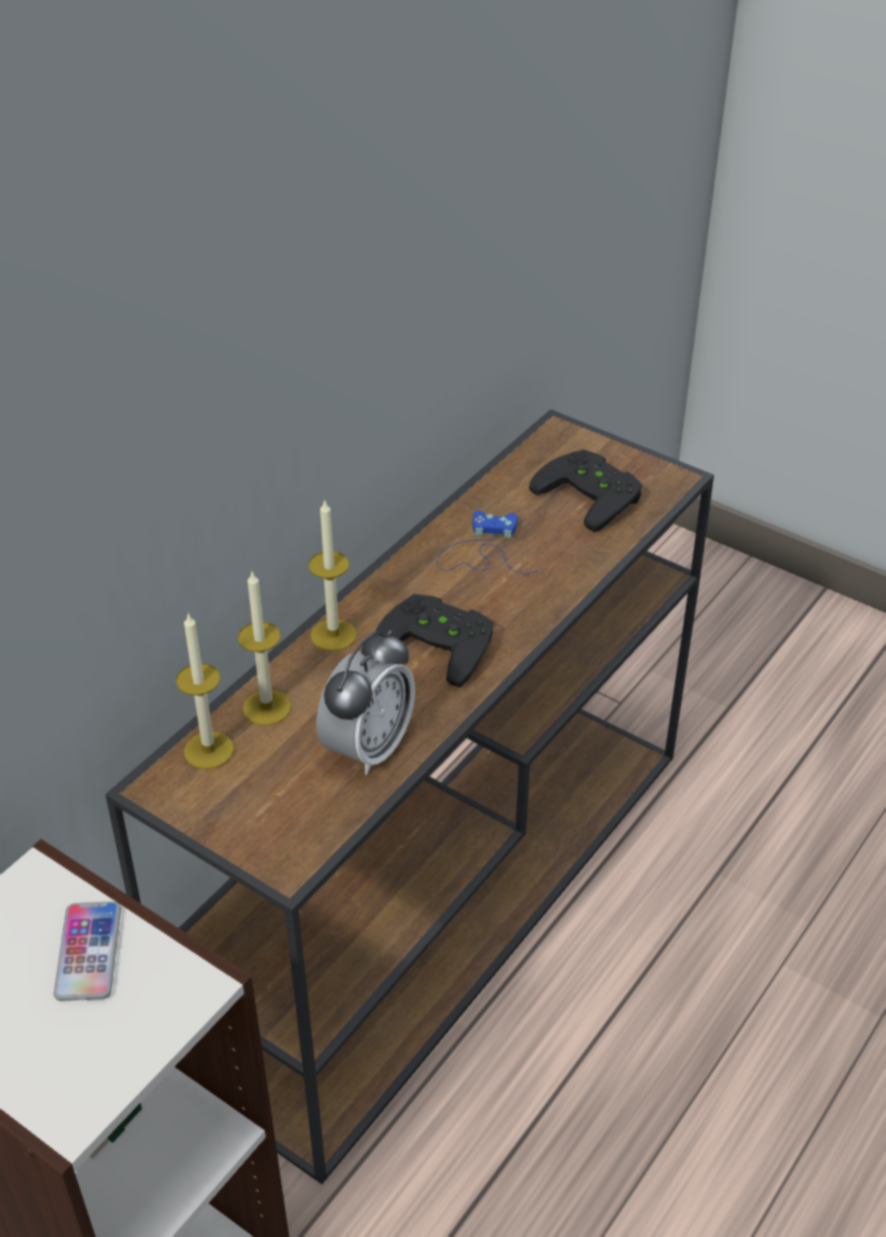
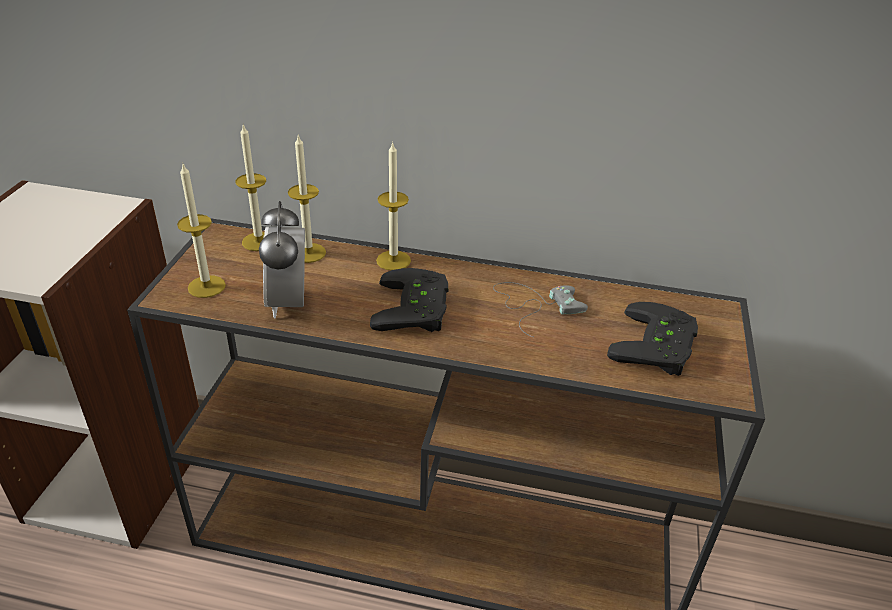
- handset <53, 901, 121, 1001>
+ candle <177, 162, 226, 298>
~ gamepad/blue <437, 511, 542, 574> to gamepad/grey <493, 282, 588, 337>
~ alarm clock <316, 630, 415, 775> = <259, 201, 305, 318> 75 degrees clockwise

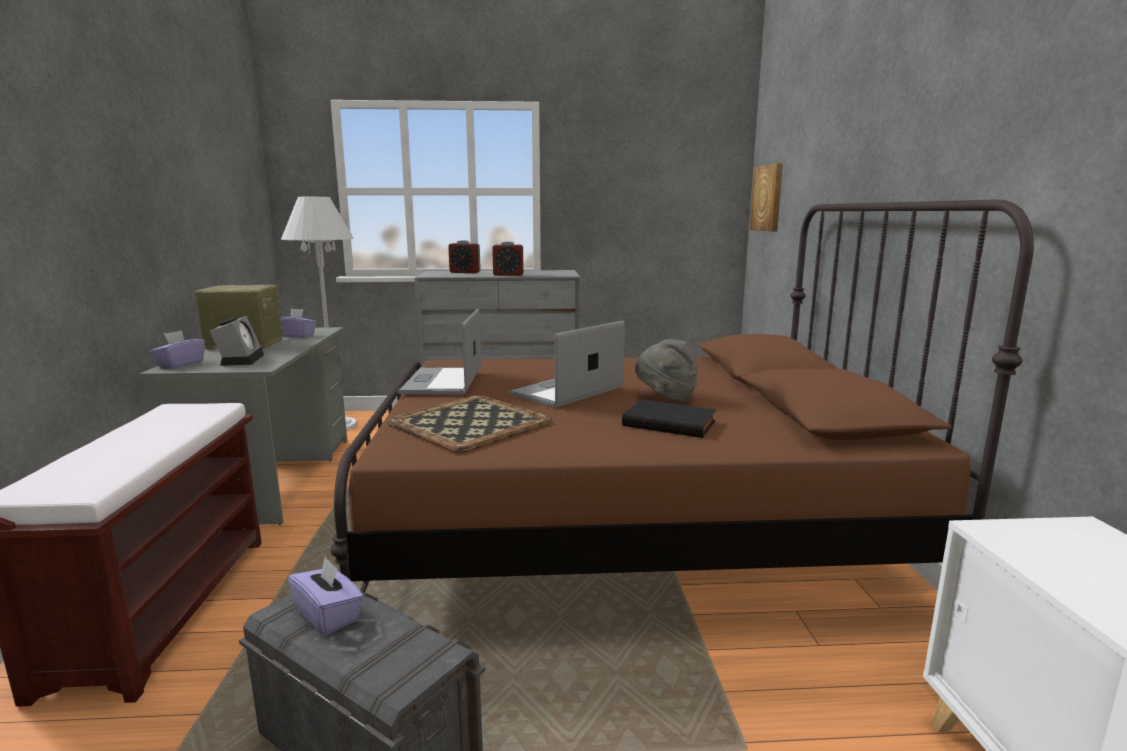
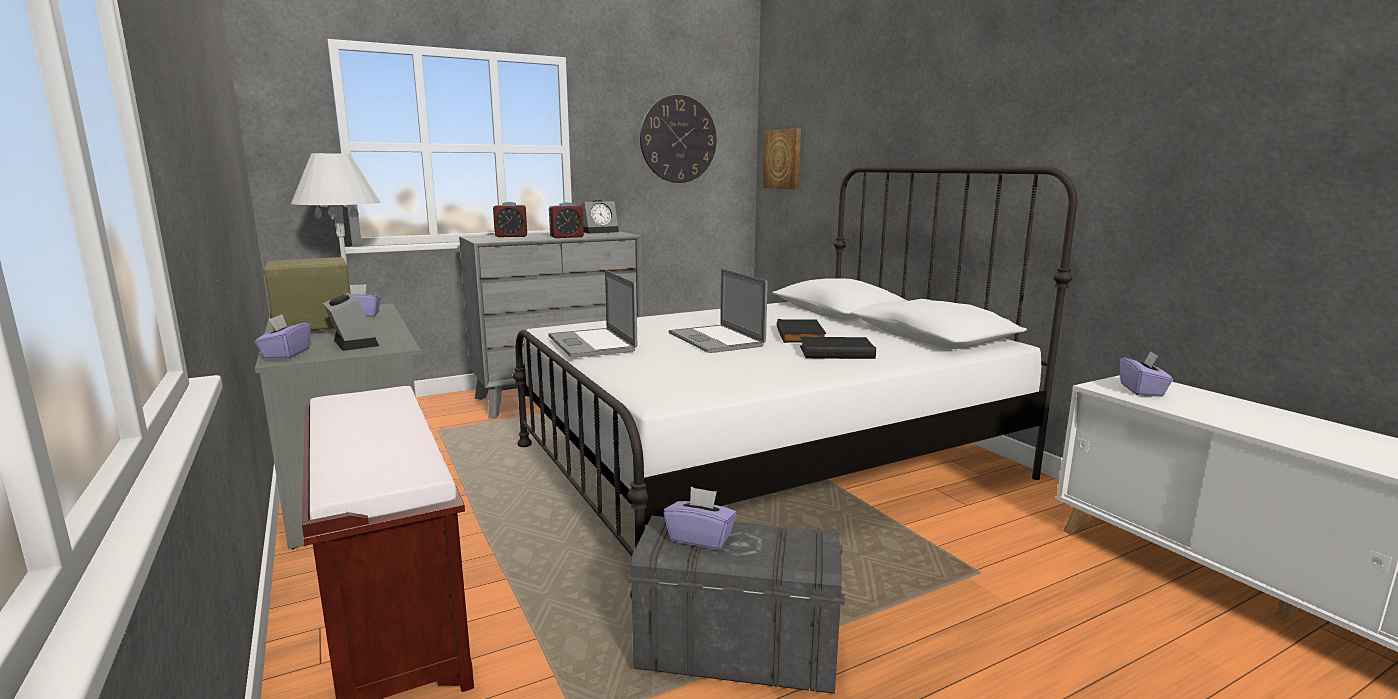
- carrying tray <388, 395, 552, 453>
+ alarm clock <580, 200, 619, 234>
+ wall clock <640, 95, 716, 183>
+ tissue box/purplish <1120, 351, 1173, 397>
~ wearable hat/grey <635, 339, 697, 402> to book/black <777, 319, 826, 343>
~ bedroom bed/brown-coloured <330, 199, 1034, 593> to bedroom bed/white <513, 166, 1077, 599>
~ notebook computer <508, 321, 625, 408> = <669, 268, 768, 353> 45 degrees counterclockwise

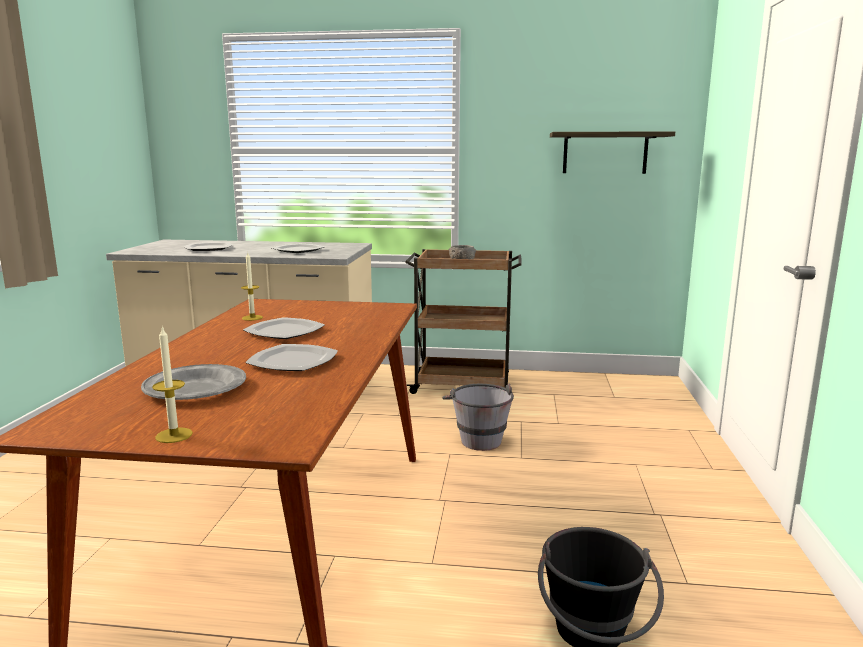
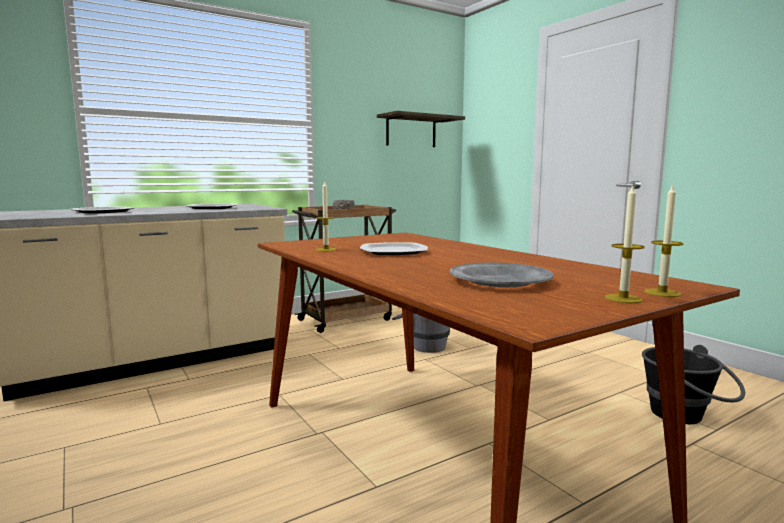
- flat dish <245, 344, 338, 371>
+ candle <644, 184, 684, 297>

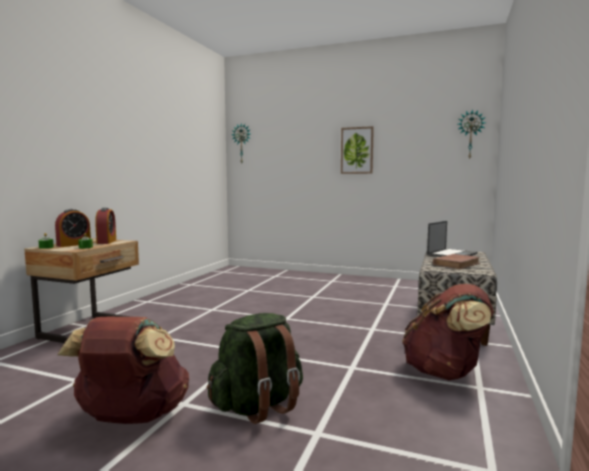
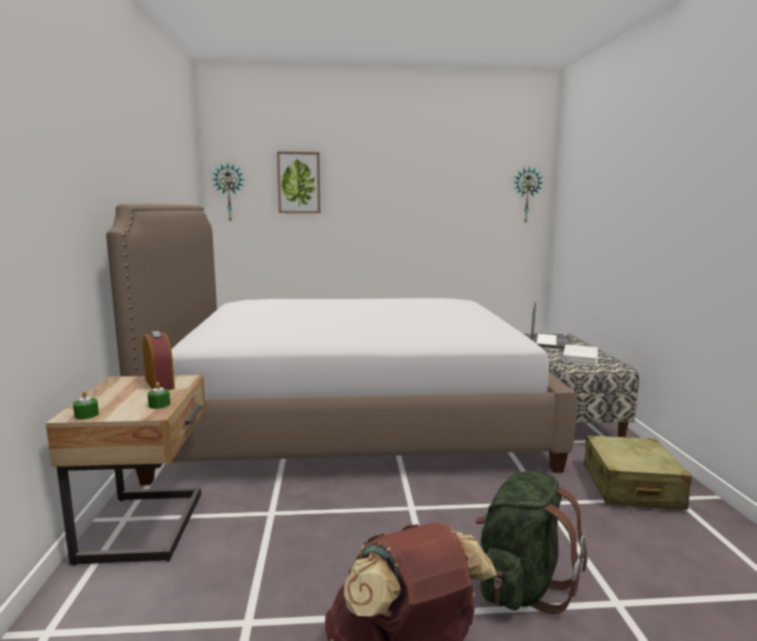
- alarm clock <55, 209, 91, 247>
+ bedroom bed <106, 204, 577, 485>
~ wall art <341, 126, 374, 174> to <277, 151, 320, 213>
~ backpack/brown-coloured <402, 284, 494, 380> to piece of luggage/beige <584, 435, 692, 510>
~ book/brown-coloured <433, 254, 480, 269> to book/white <562, 344, 598, 366>

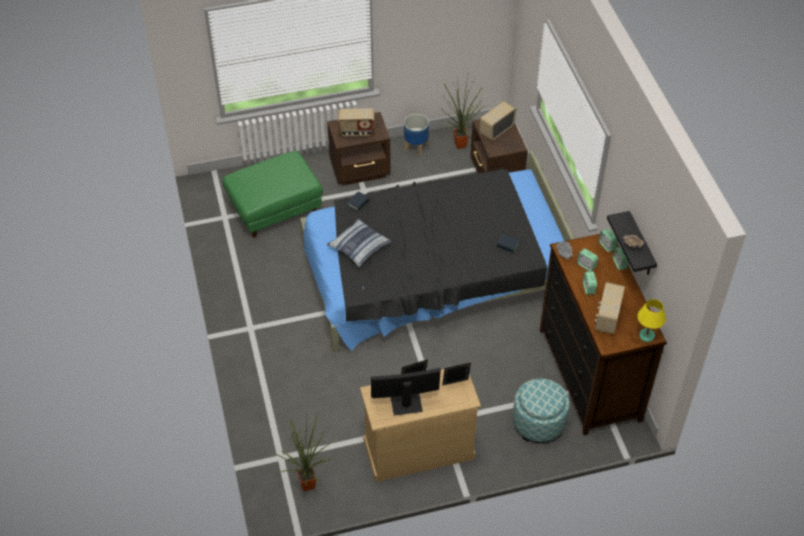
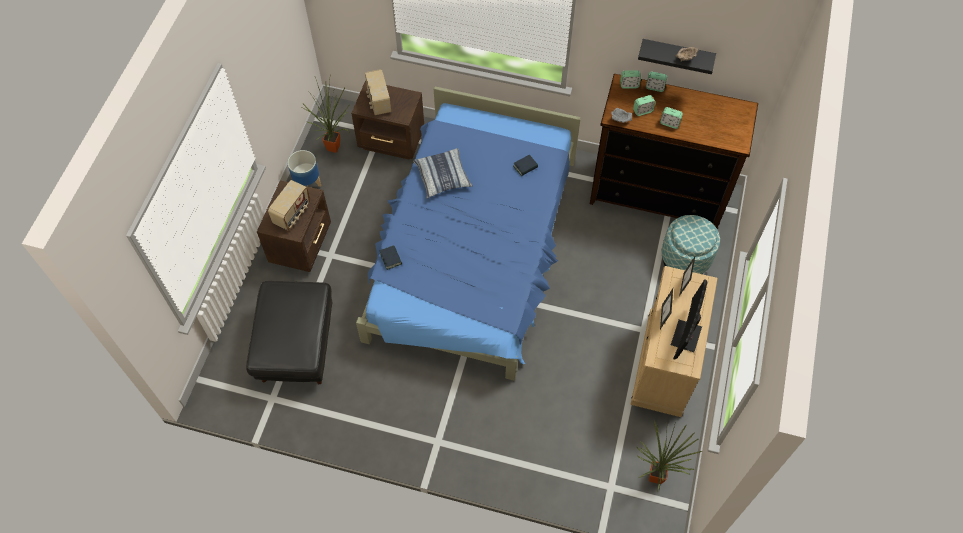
- radio receiver <594, 282, 625, 334>
- tabletop lamp/yellowish <637, 299, 666, 342>
~ pillow <326, 219, 391, 268> to <413, 148, 473, 199>
~ ottoman/green <222, 151, 323, 238> to ottoman/black <246, 281, 333, 384>
~ bedroom bed/black <300, 150, 575, 352> to bedroom bed/blue <356, 86, 581, 381>

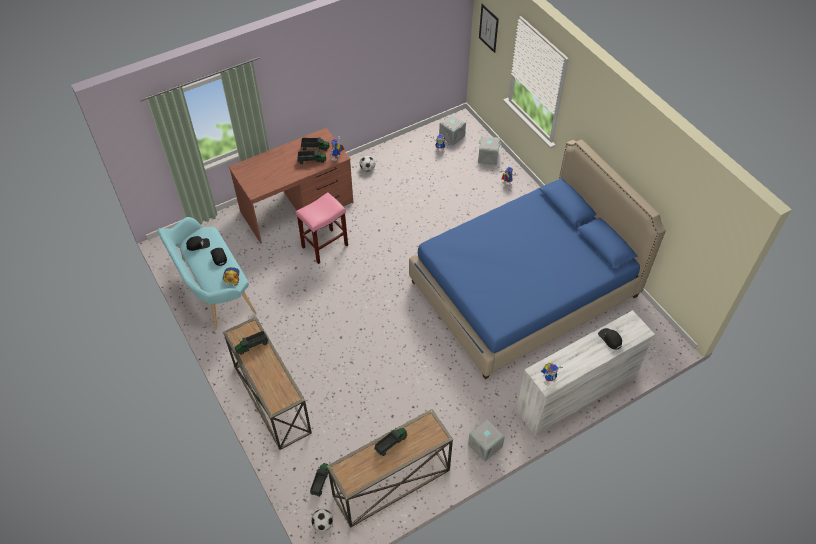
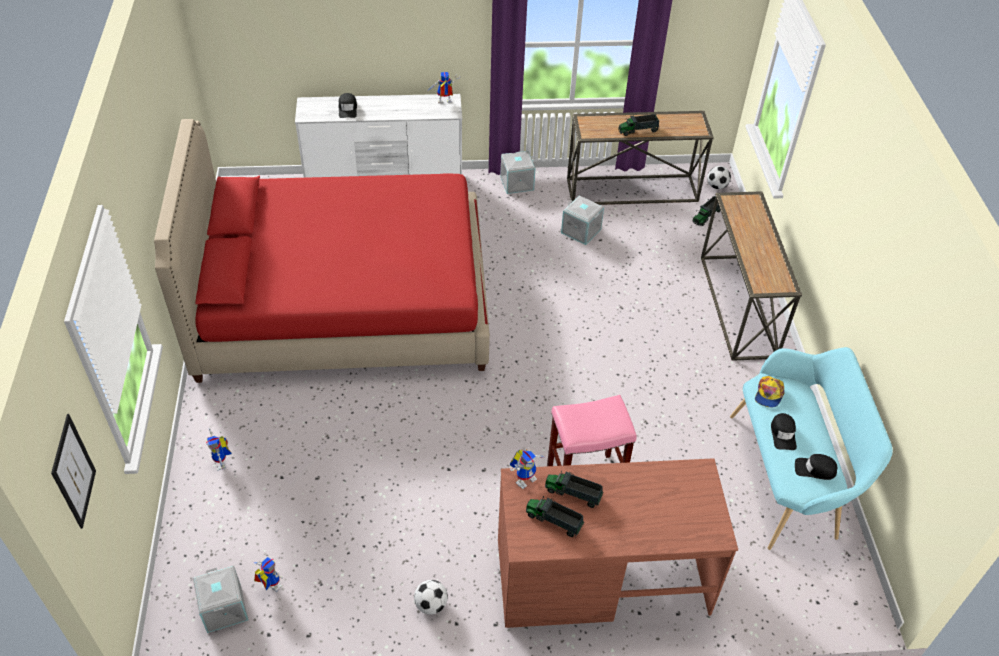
- model truck <235, 331, 269, 355>
~ storage box/grey <478, 136, 501, 165> to <561, 195, 604, 245>
~ bedroom bed/blue <409, 140, 666, 379> to bedroom bed/red <154, 119, 490, 383>

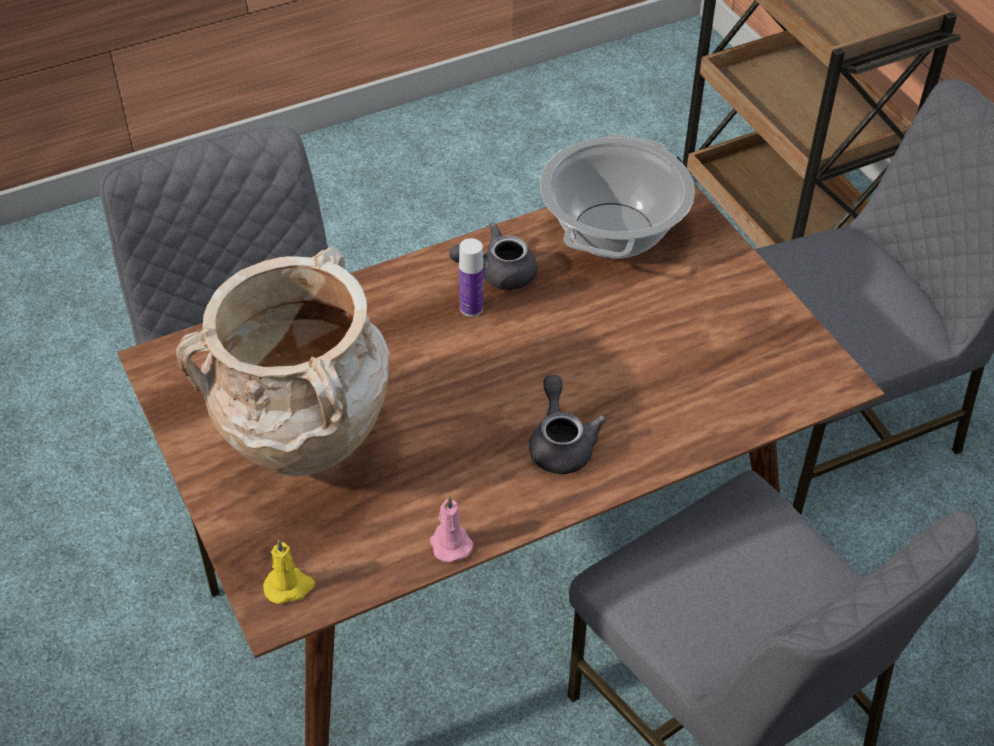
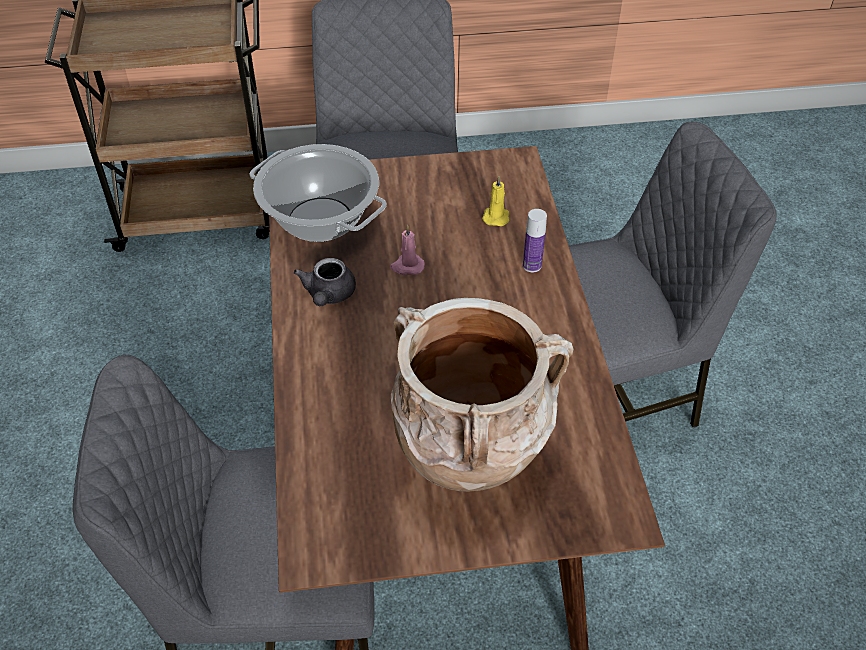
- teapot/grey <529, 375, 607, 474>
~ candle/yellowish <263, 539, 315, 604> to <482, 176, 509, 226>
~ candle/pink-coloured <430, 496, 473, 563> to <390, 225, 425, 275>
~ beverage bottle <459, 238, 483, 317> to <523, 209, 547, 273>

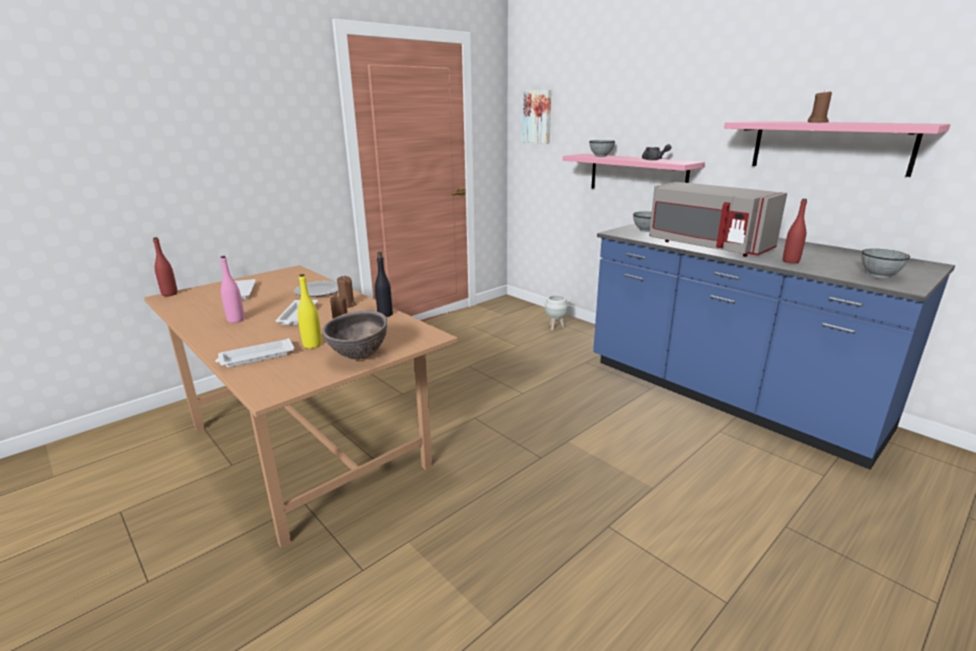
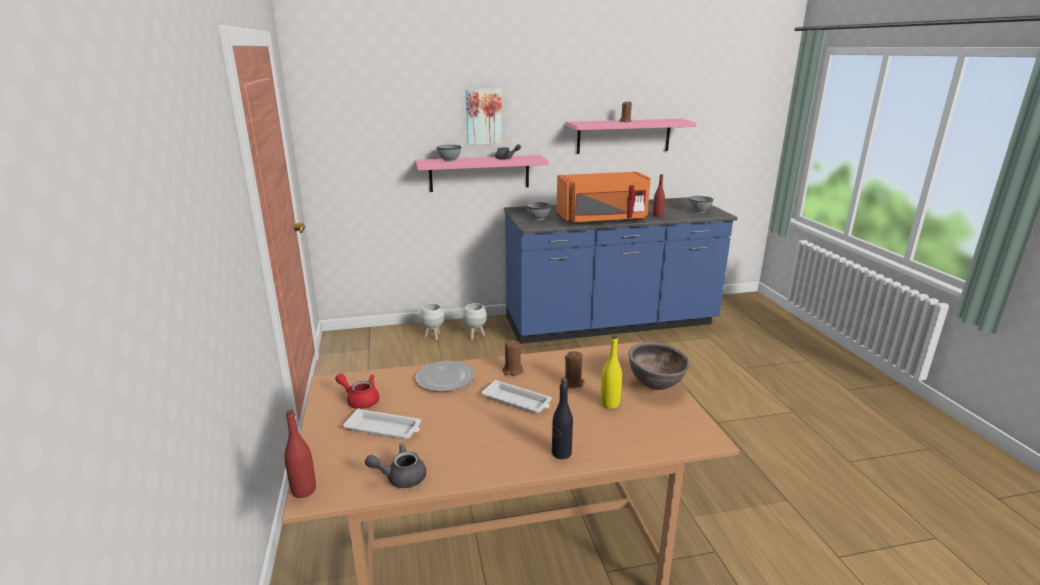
- carrying tray/white <215, 338, 295, 367>
- beverage bottle/pink-coloured <220, 256, 245, 323>
+ teapot/red <335, 373, 379, 409>
+ teapot/grey <365, 443, 426, 488>
+ flower pot/white <463, 303, 487, 340>
~ beverage bottle/black <375, 251, 393, 317> to <552, 377, 573, 459>
~ wall art <523, 90, 551, 144> to <466, 89, 502, 145>
~ microwave/grey <649, 182, 787, 257> to microwave/orangey <556, 172, 651, 224>

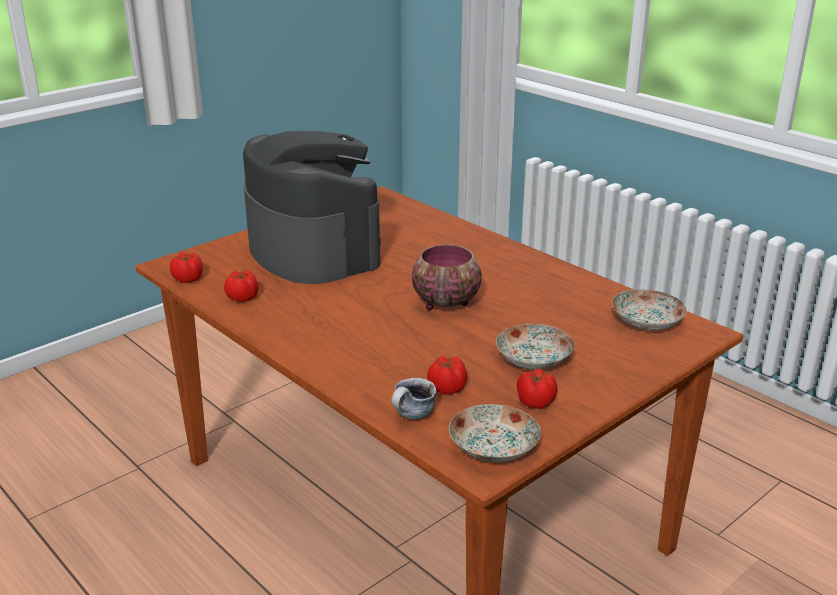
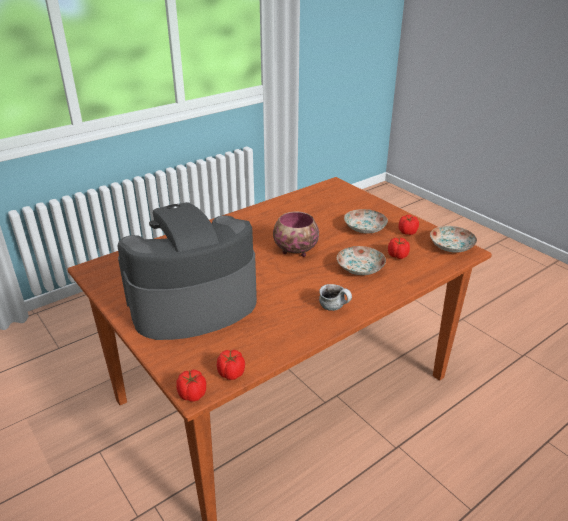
~ whole tomato <224, 270, 258, 302> to <176, 370, 206, 402>
~ tea mug <391, 378, 436, 420> to <319, 284, 352, 311>
~ flat dish <612, 289, 686, 330> to <337, 246, 386, 275>

